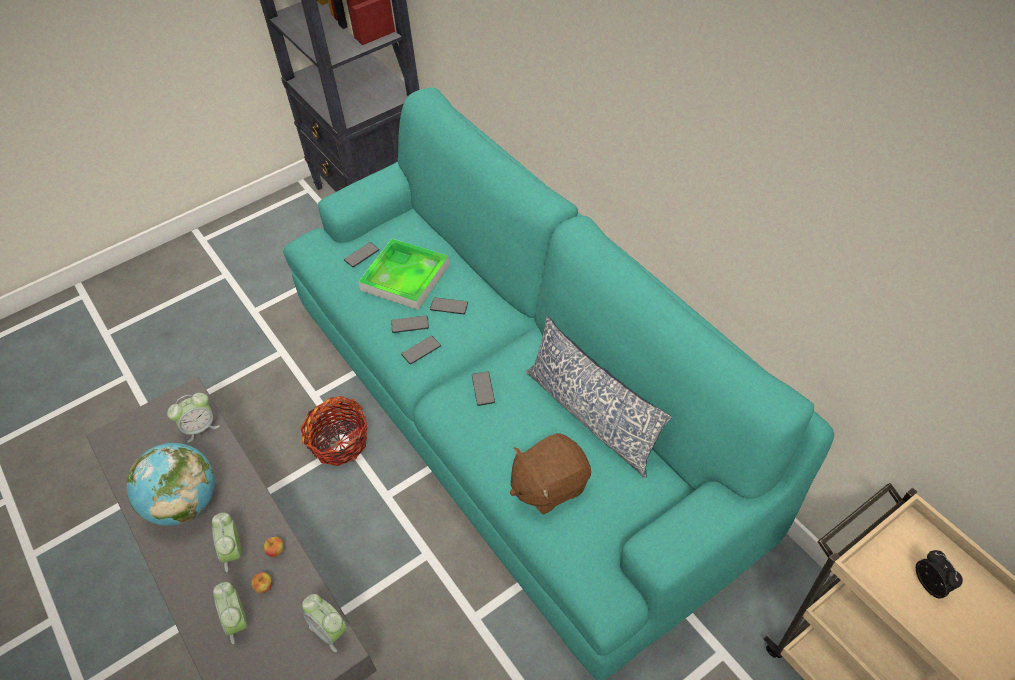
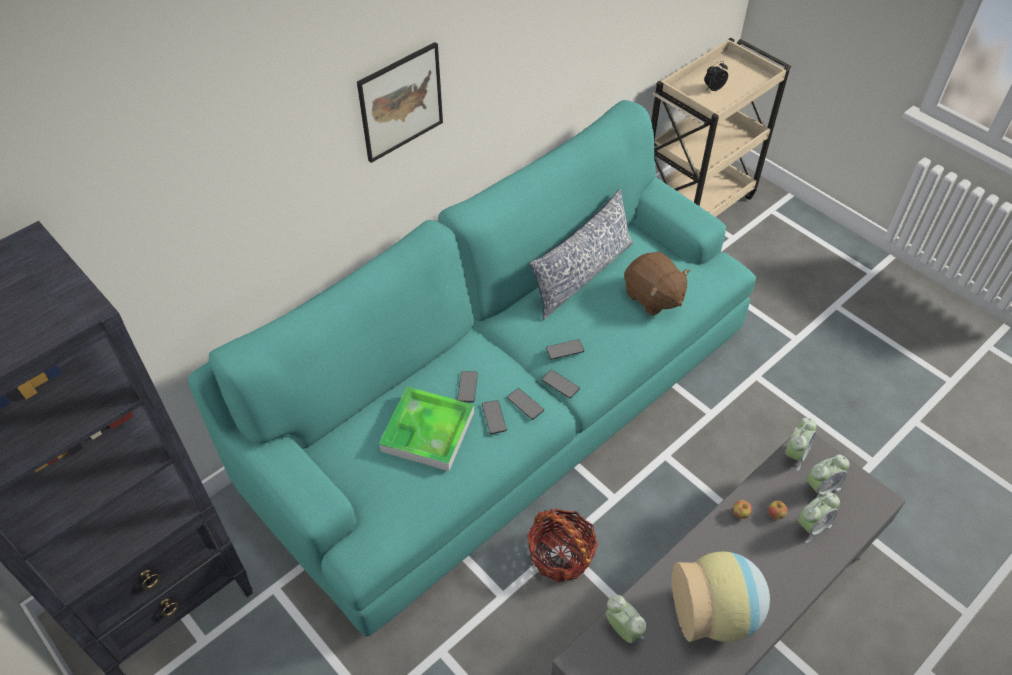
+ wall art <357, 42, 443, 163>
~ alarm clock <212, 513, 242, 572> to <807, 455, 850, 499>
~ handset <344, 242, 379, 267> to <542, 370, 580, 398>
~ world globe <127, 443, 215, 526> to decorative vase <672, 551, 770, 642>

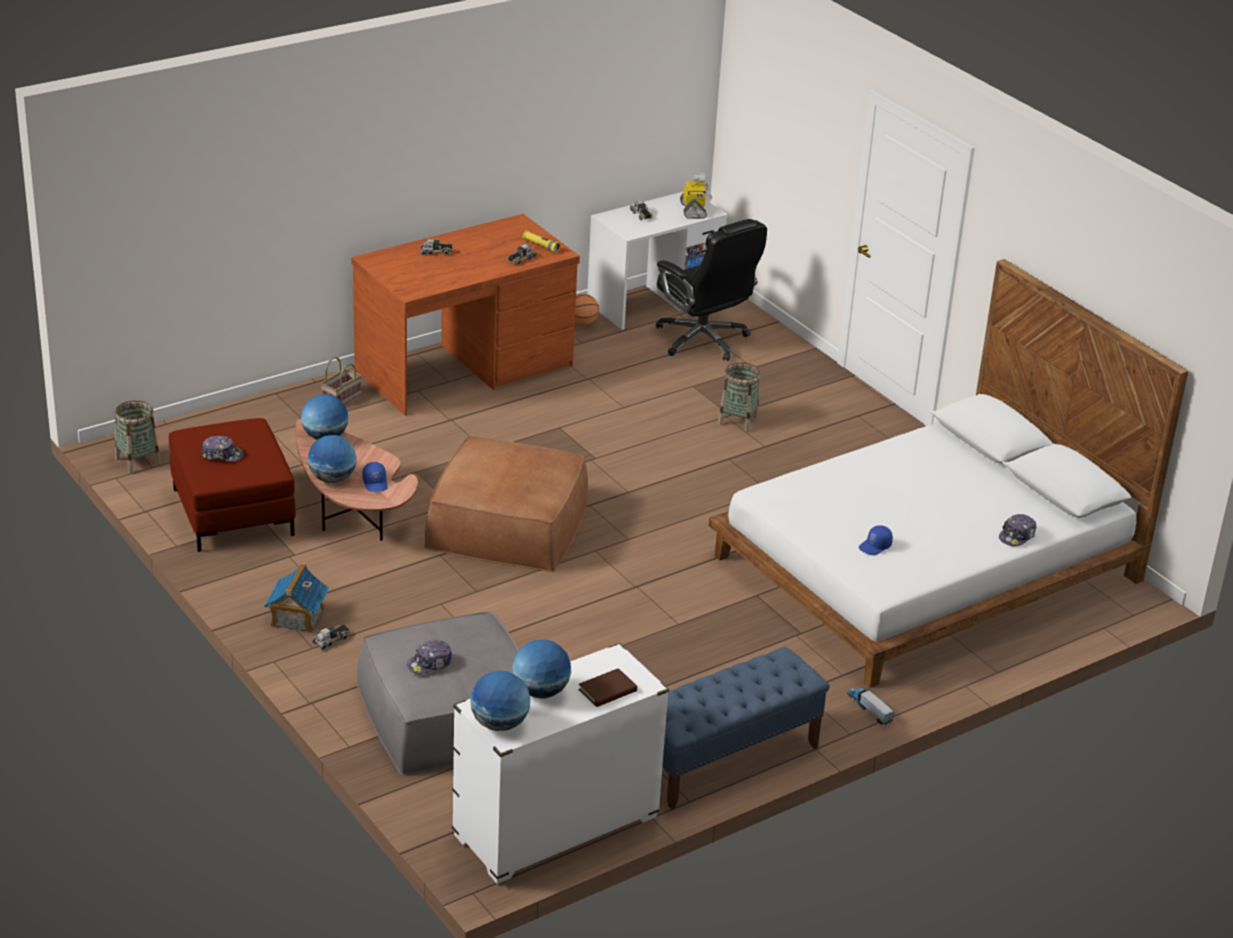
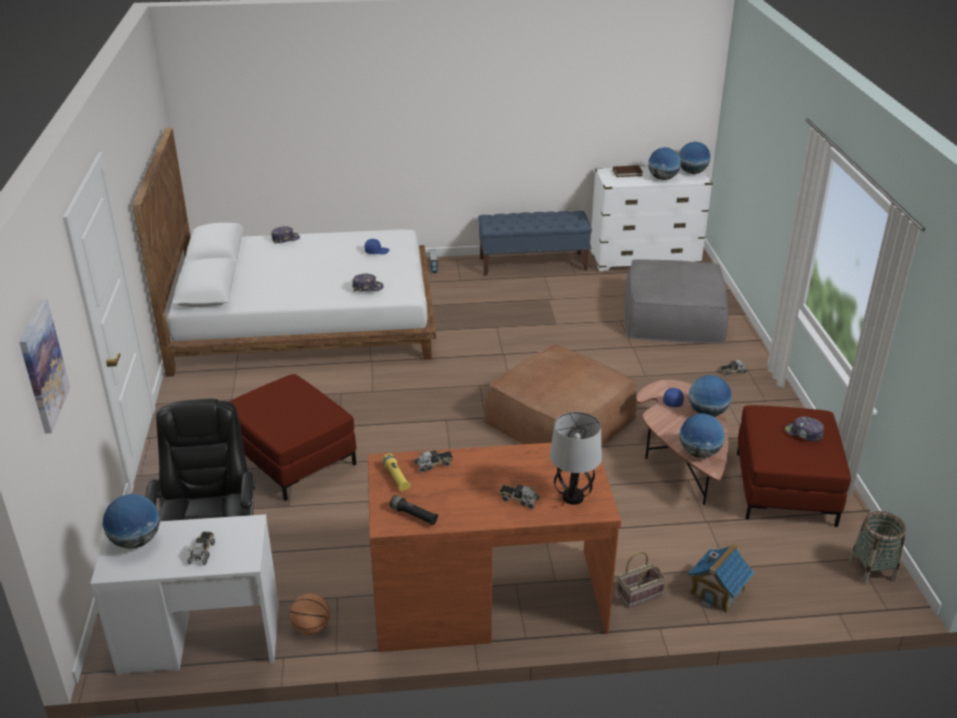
+ wall art <19, 299, 70, 434>
+ torch/black <390, 495, 438, 525>
+ tabletop lamp <550, 412, 602, 505>
~ model house <264, 563, 329, 633> to <688, 543, 754, 613>
~ peaked cap <407, 640, 452, 674> to <352, 274, 384, 292>
~ toy robot <680, 173, 712, 219> to world globe <102, 494, 160, 549>
~ storage basket <718, 362, 760, 432> to ottoman/red <229, 374, 356, 501>

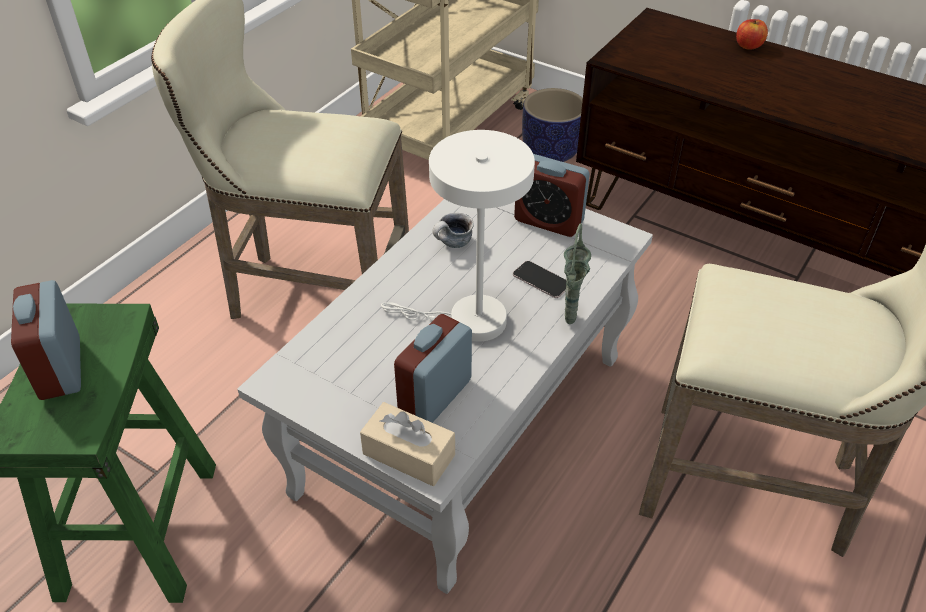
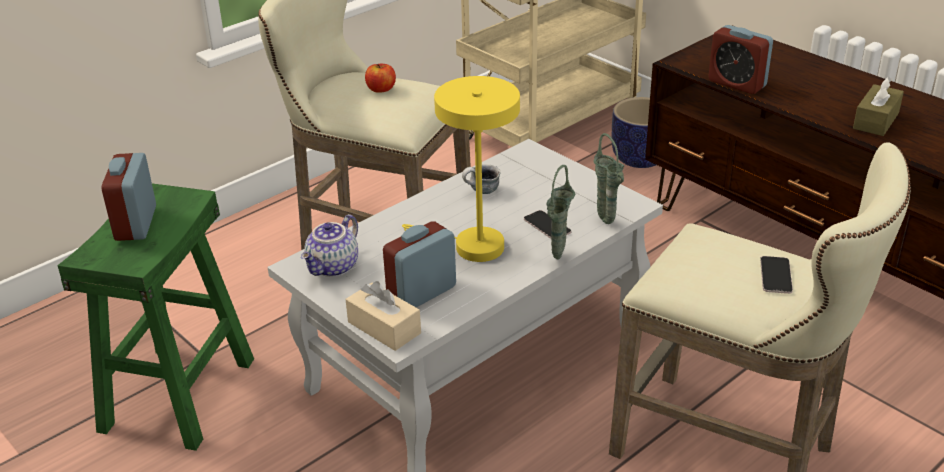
+ teapot <301, 214, 358, 277>
+ decorative vase/green <594, 133, 624, 224>
+ handset <760, 256, 793, 294>
+ tissue box/brown-coloured <853, 76, 904, 136>
~ alarm clock <514, 154, 590, 237> to <708, 25, 773, 94>
~ apple <736, 19, 768, 50> to <365, 64, 396, 93>
~ tabletop lamp/white <381, 130, 535, 342> to tabletop lamp/yellowish <402, 76, 520, 262>

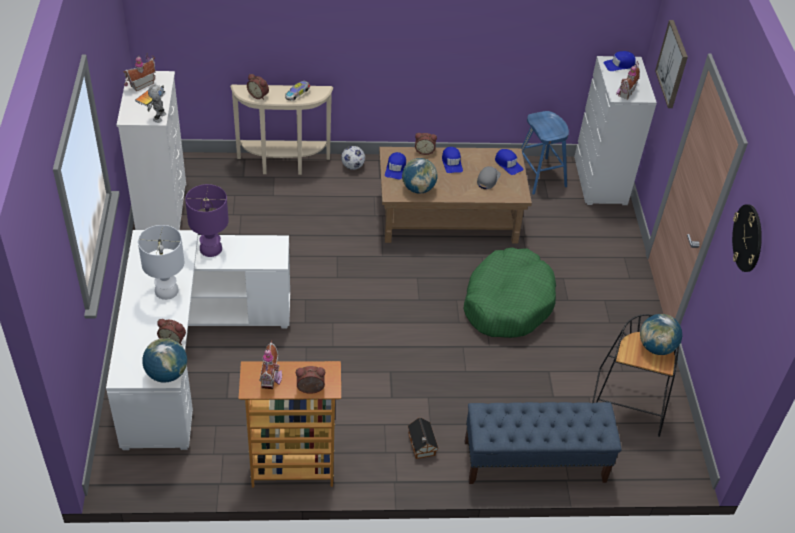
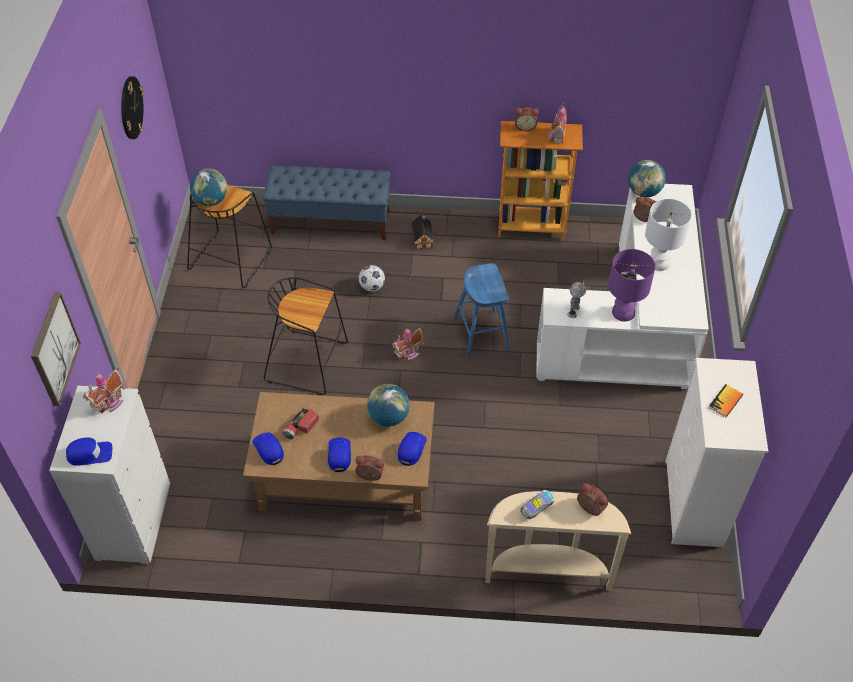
~ model house <123, 53, 156, 92> to <392, 328, 424, 361>
~ toy robot <147, 85, 166, 123> to <567, 280, 586, 318>
~ football ball <341, 146, 365, 170> to <359, 265, 385, 292>
~ stool/blue <521, 111, 569, 195> to <454, 263, 510, 358>
~ dog bed/green <464, 247, 556, 338> to stool/black <264, 277, 348, 395>
~ peaked cap/grey <477, 166, 501, 189> to torch <282, 408, 319, 439>

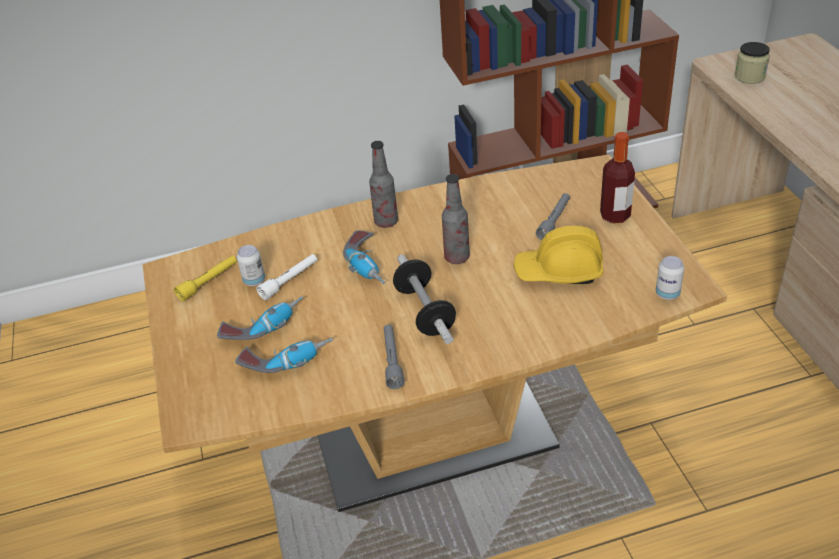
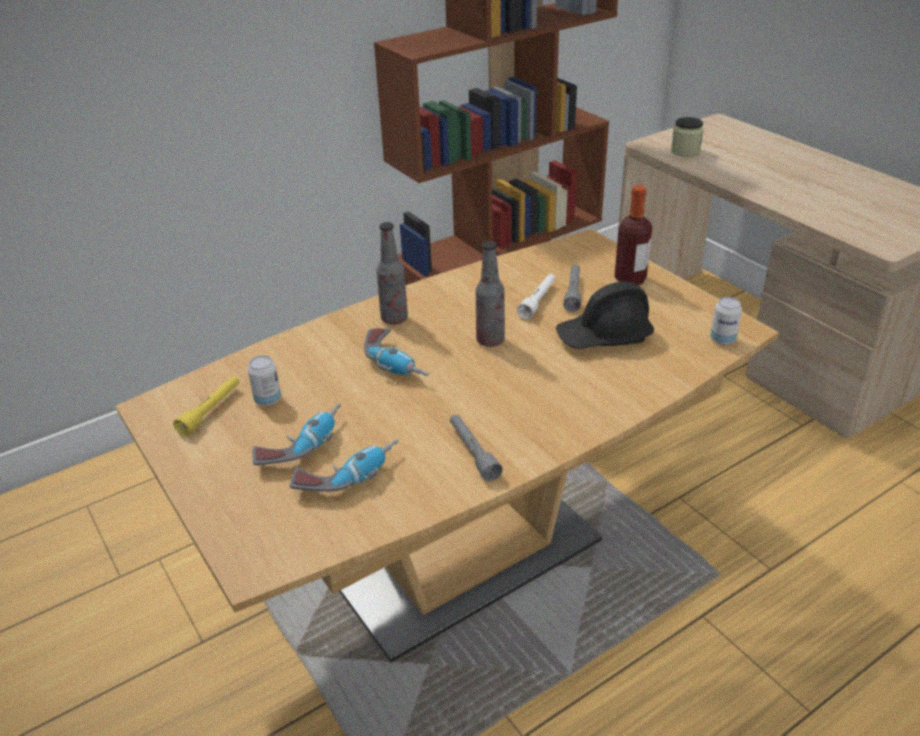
- free weight <393, 254, 456, 344>
~ torch/white <256, 254, 317, 300> to <517, 273, 556, 319>
~ hard hat/yellowish <514, 226, 604, 284> to hard hat/black <556, 282, 654, 349>

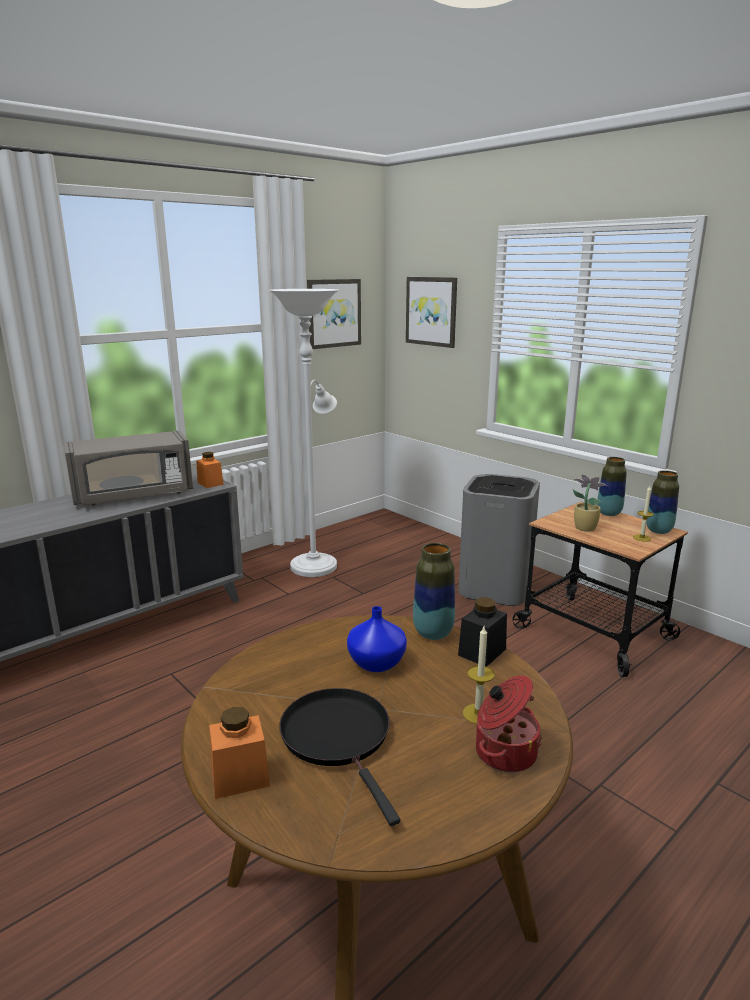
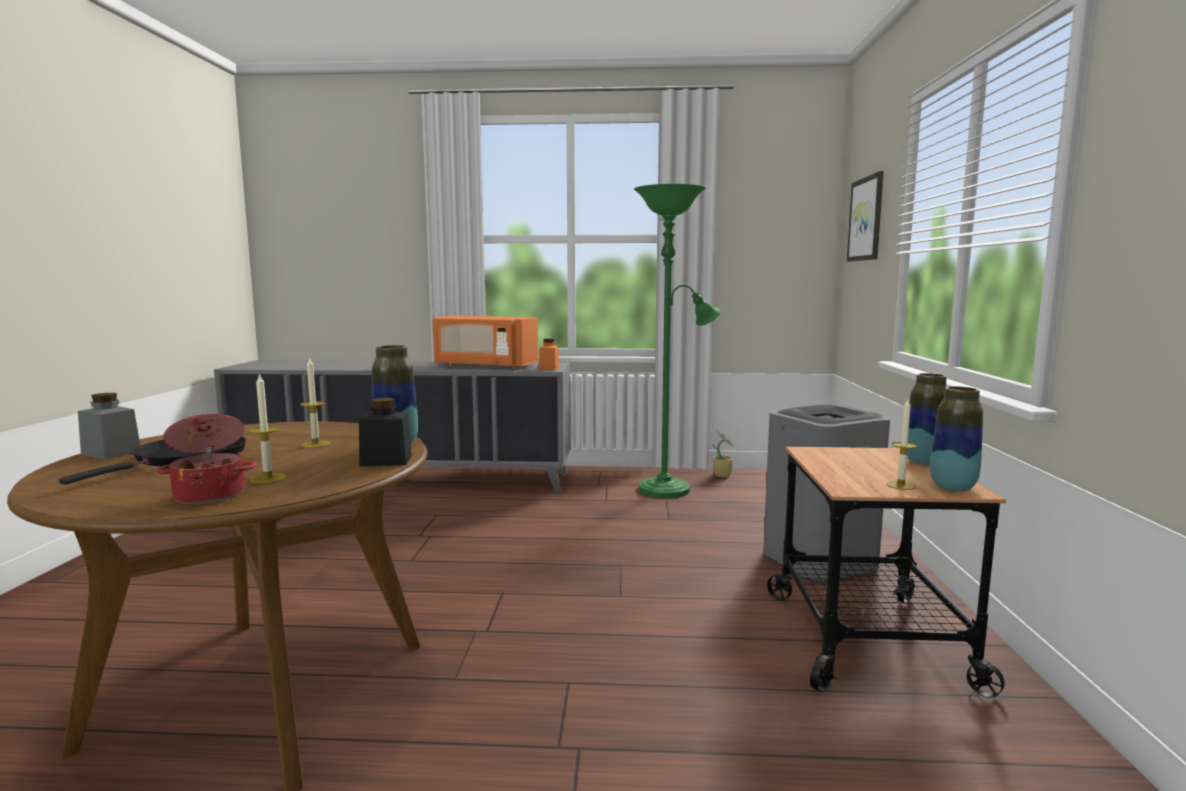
- wall art <307, 279, 361, 349>
~ potted plant <573, 474, 607, 532> to <712, 430, 735, 477>
~ decorative vase/blue <347, 606, 407, 672> to candle <300, 357, 330, 448>
~ microwave/grey <64, 431, 193, 505> to microwave/orangey <432, 316, 538, 369>
~ jar/orangey <209, 707, 270, 799> to jar/grey <78, 393, 140, 460>
~ standing lamp/white <269, 289, 339, 577> to standing lamp/green <634, 184, 720, 498>

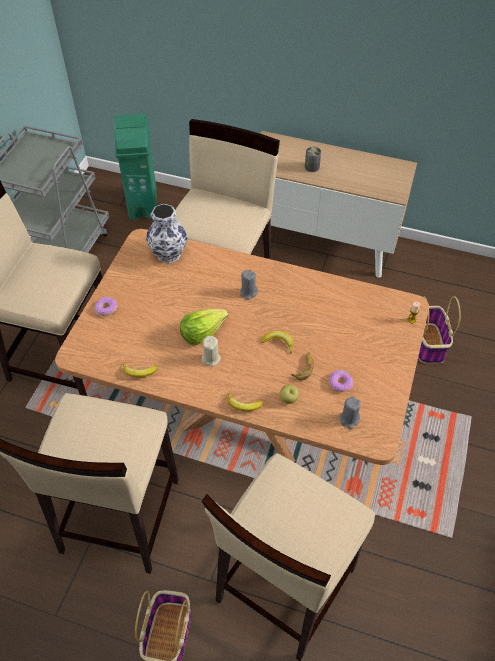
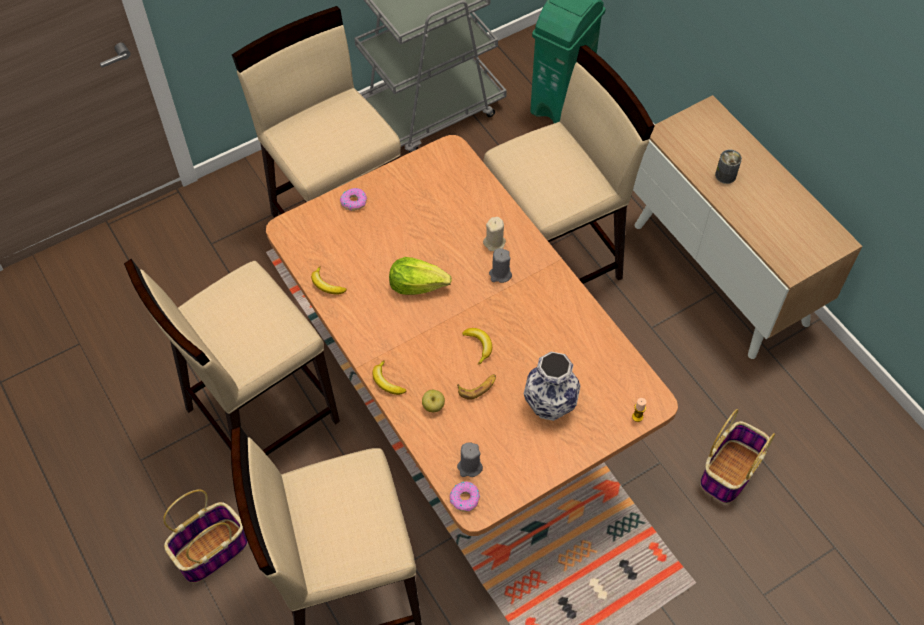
~ decorative vase <146, 204, 188, 263> to <524, 351, 580, 421>
~ candle/beige <202, 336, 221, 367> to <483, 217, 506, 251>
~ donut <329, 370, 353, 392> to <450, 481, 480, 512>

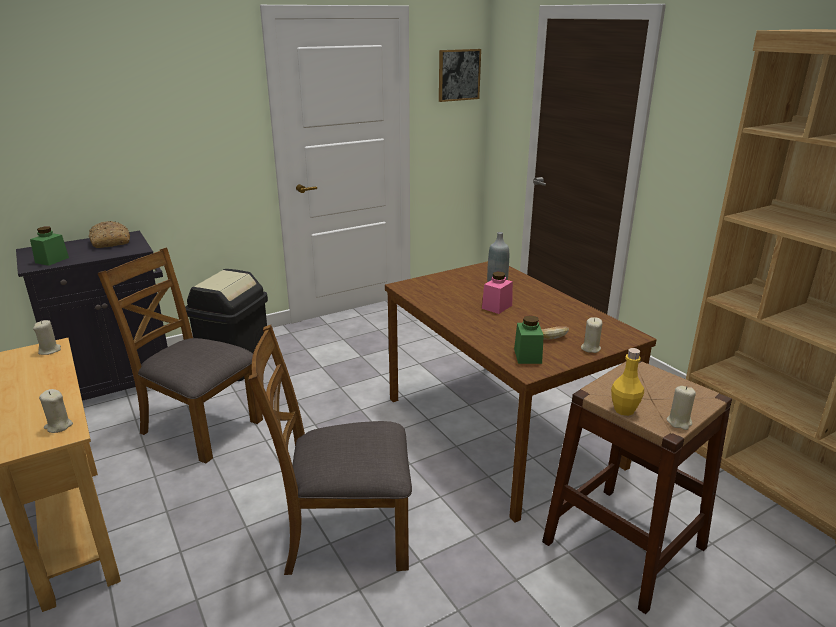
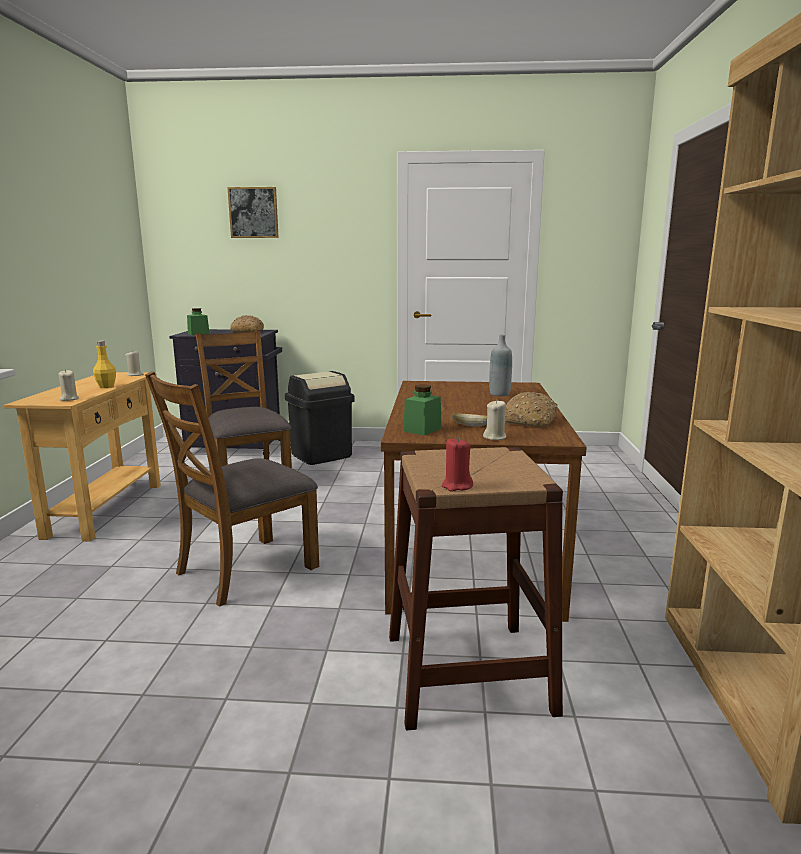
- jar/pink-coloured <482, 271, 513, 314>
+ bakery bread <505, 392, 557, 427>
~ wall art <439, 49, 481, 102> to <227, 187, 279, 238>
~ beverage bottle/yellowish <611, 348, 644, 416> to <93, 341, 116, 388>
~ candle/beige <667, 386, 696, 430> to candle/red <442, 437, 473, 492>
~ plain chair/brown-coloured <248, 325, 412, 575> = <145, 371, 319, 607> 75 degrees counterclockwise

